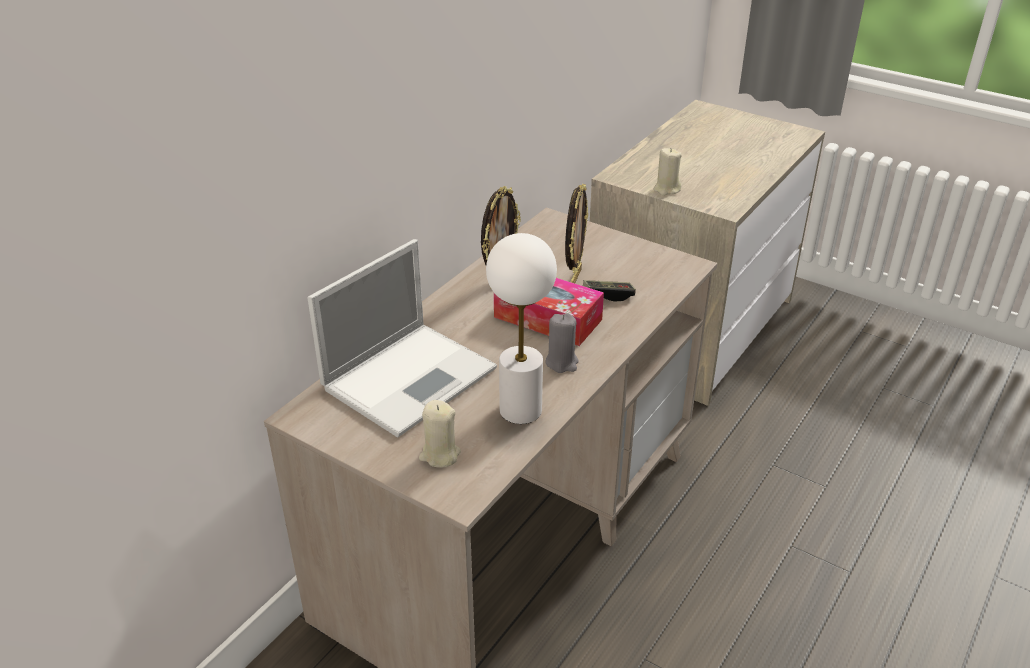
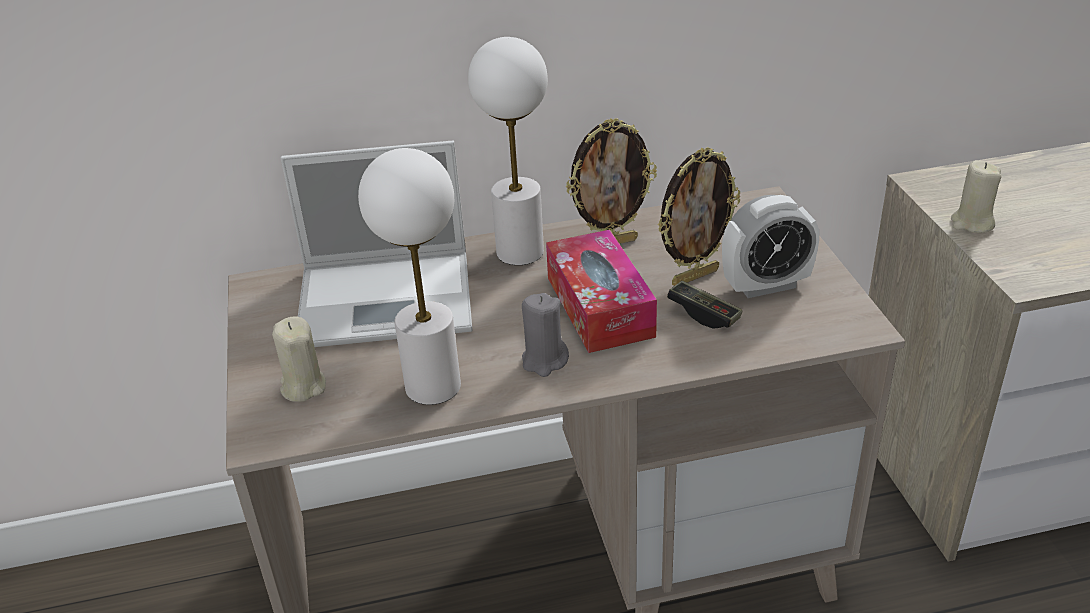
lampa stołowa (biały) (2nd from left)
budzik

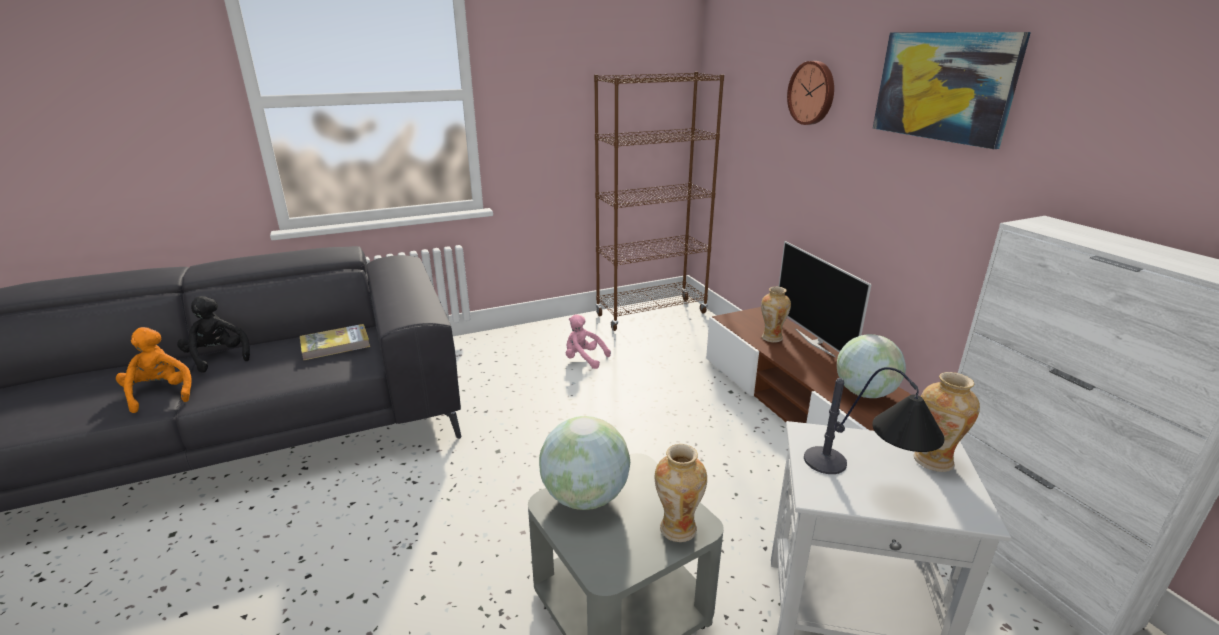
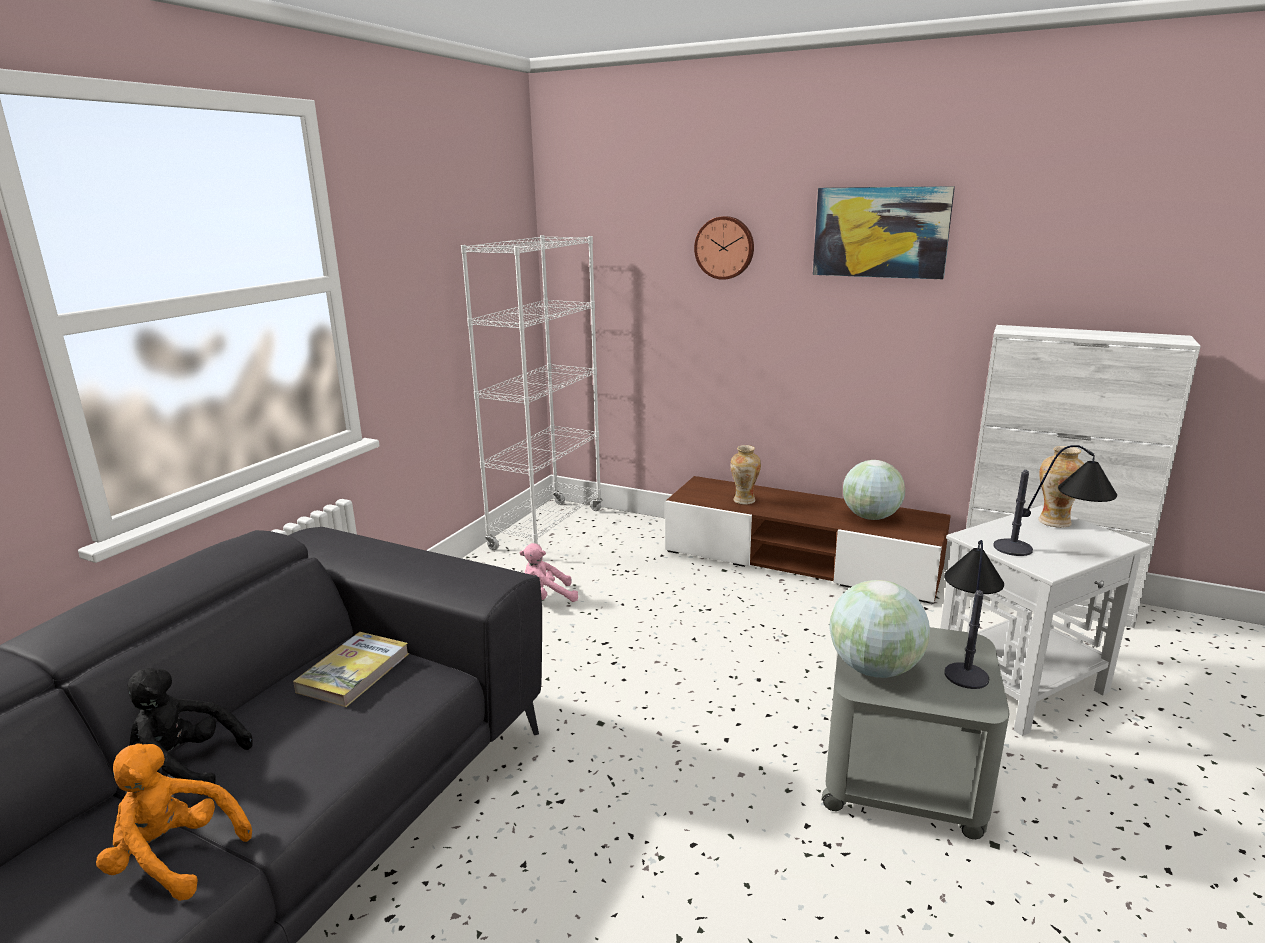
regał (biały)
lampa stołowa (1st from left)
telewizor

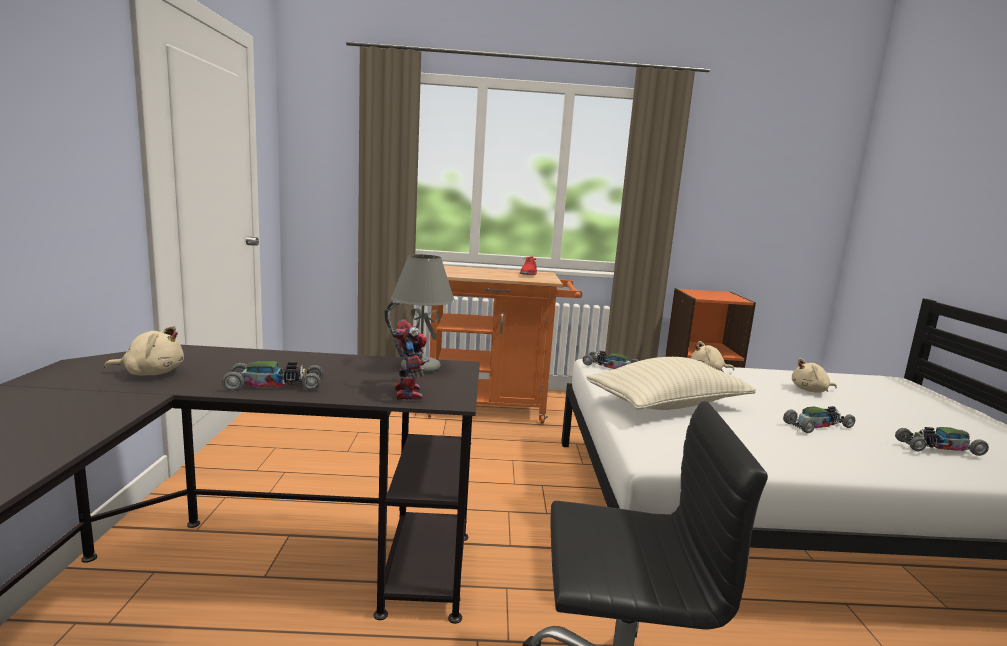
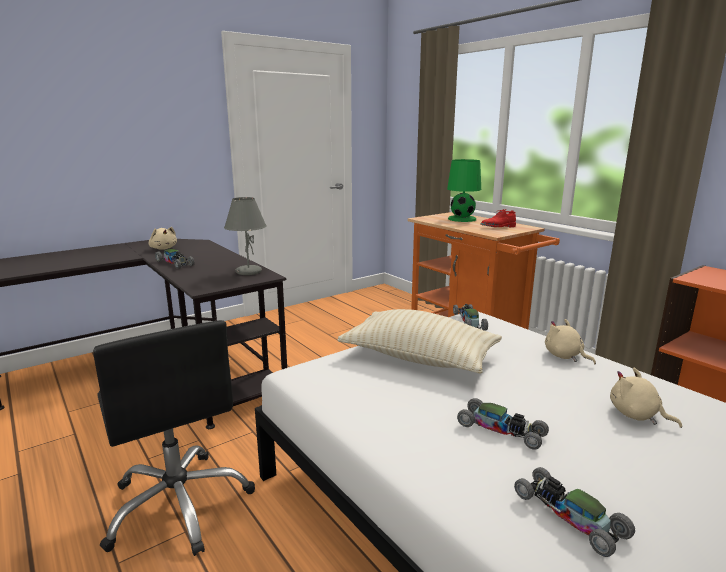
robot zabawkowy
lampa stołowa (zielony)

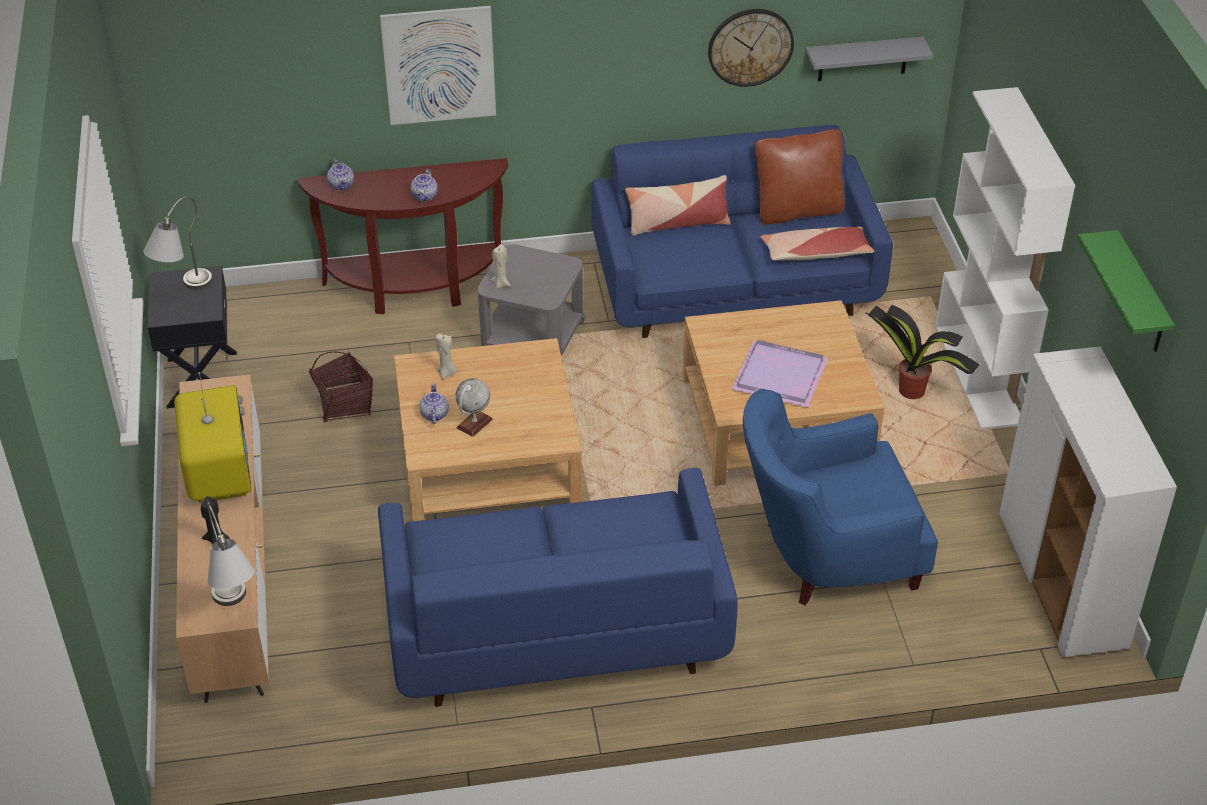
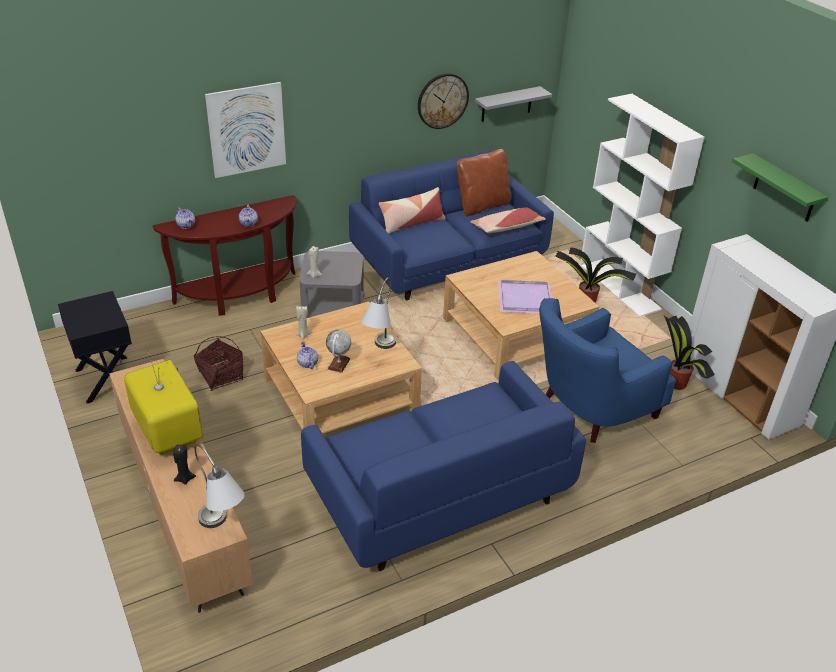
lampa stołowa (szary) (2nd from left)
roślina doniczkowa (2nd from left)

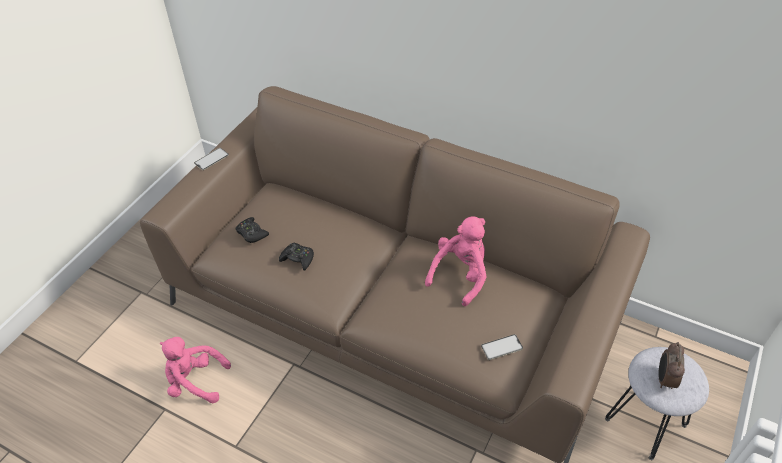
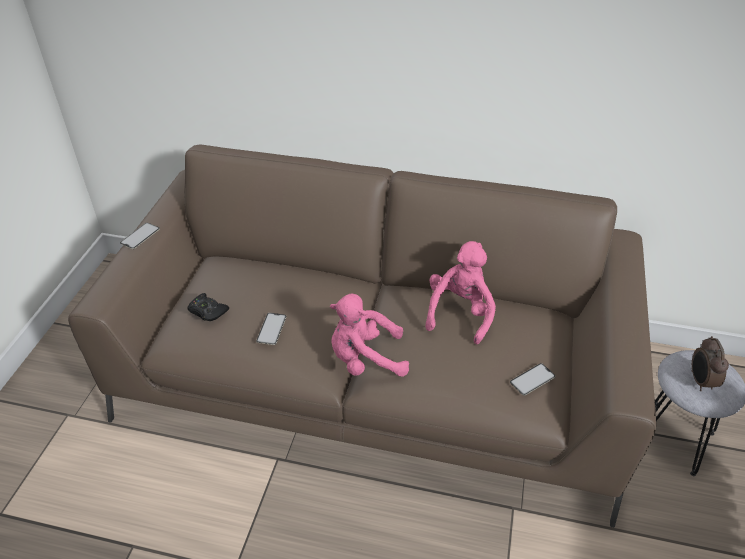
pluszak (różowy) (1st from left)
telefon (2nd from left)

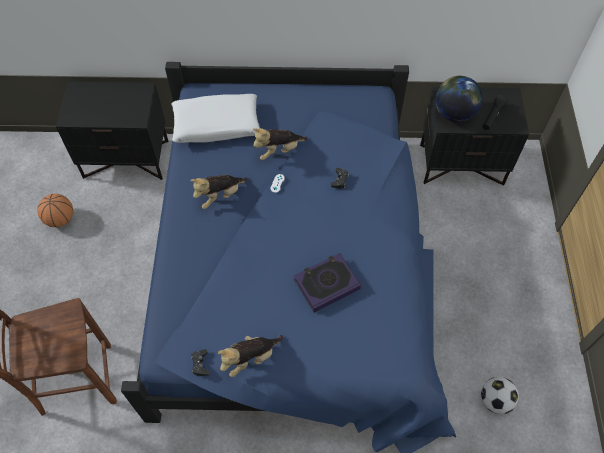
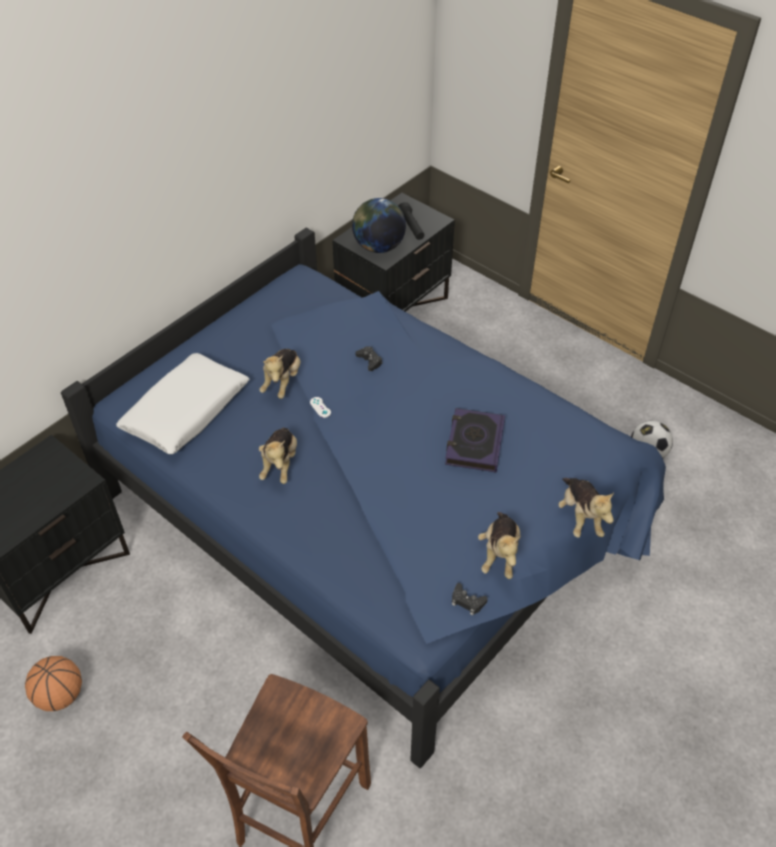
pluszak (4th from left)

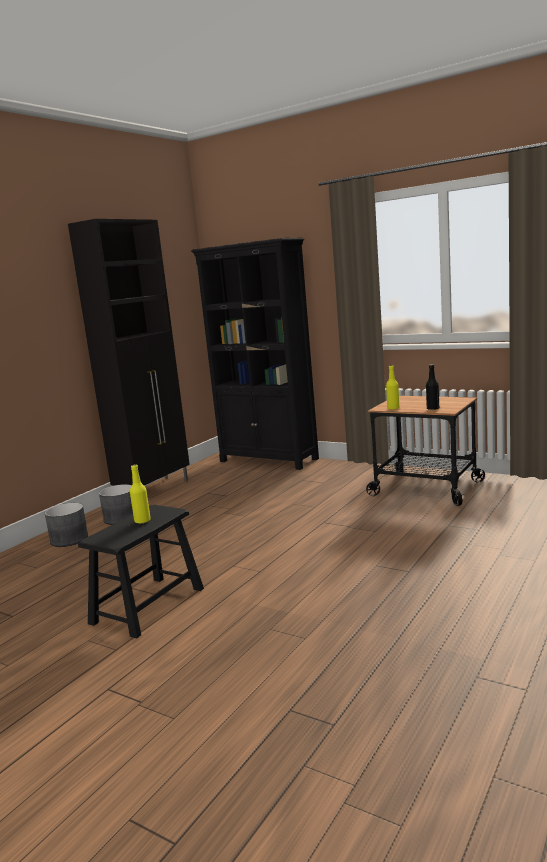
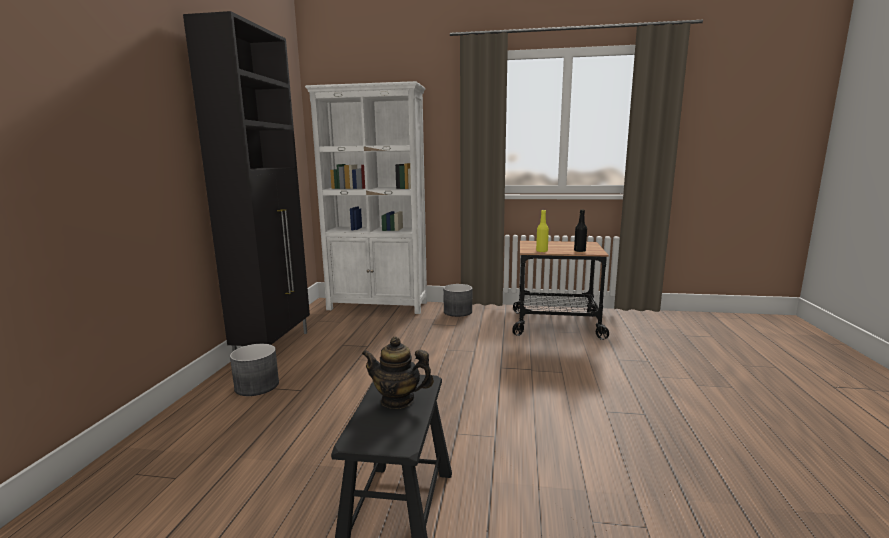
donica (szary) (2nd from left)
imbryk
regał (biały)

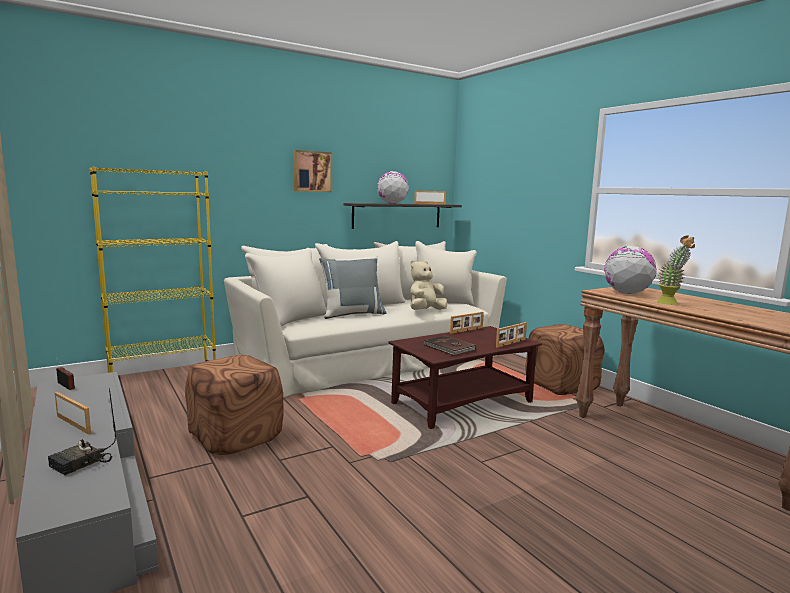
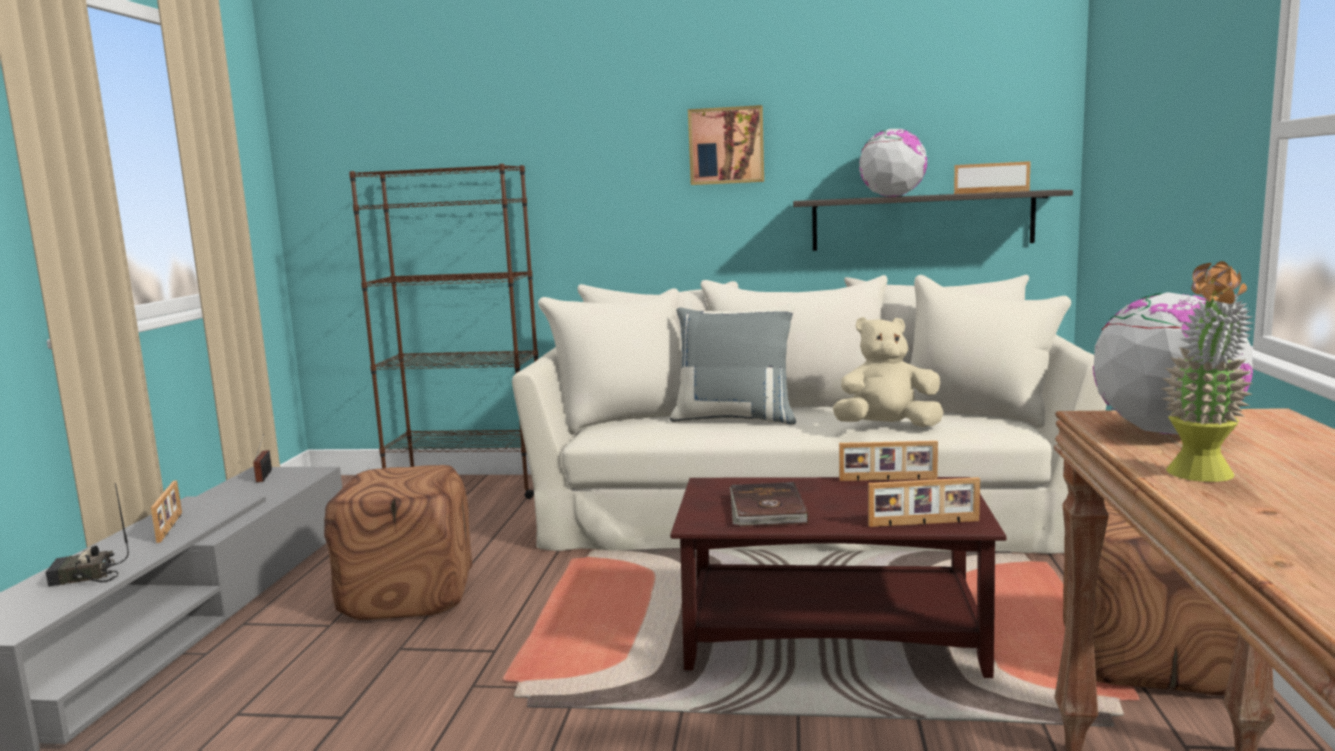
regał (brązowy)

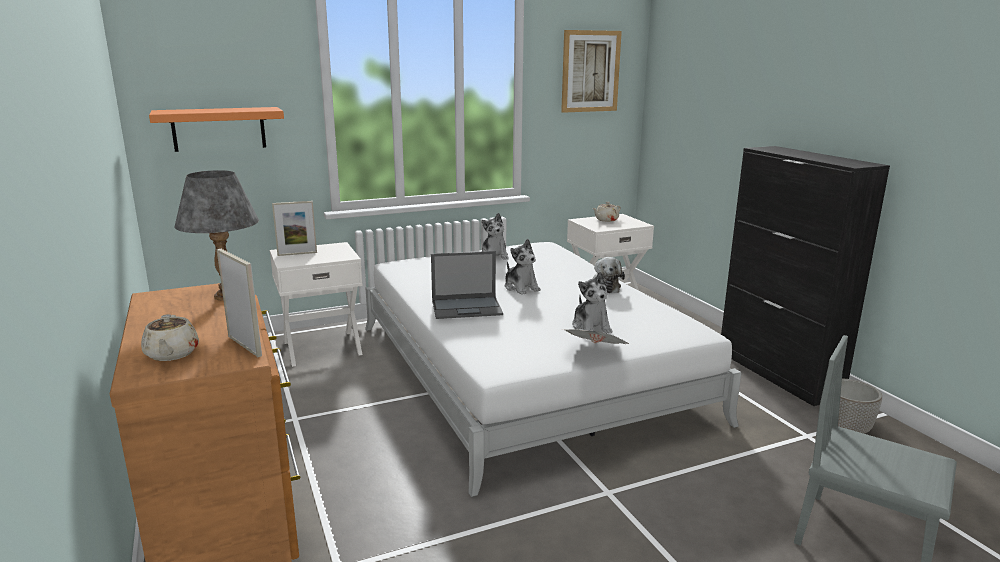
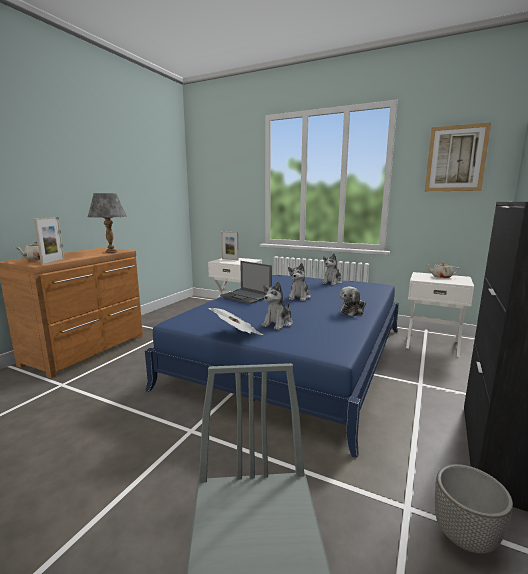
półka (pomarańczowy)
łóżko (niebieski)

